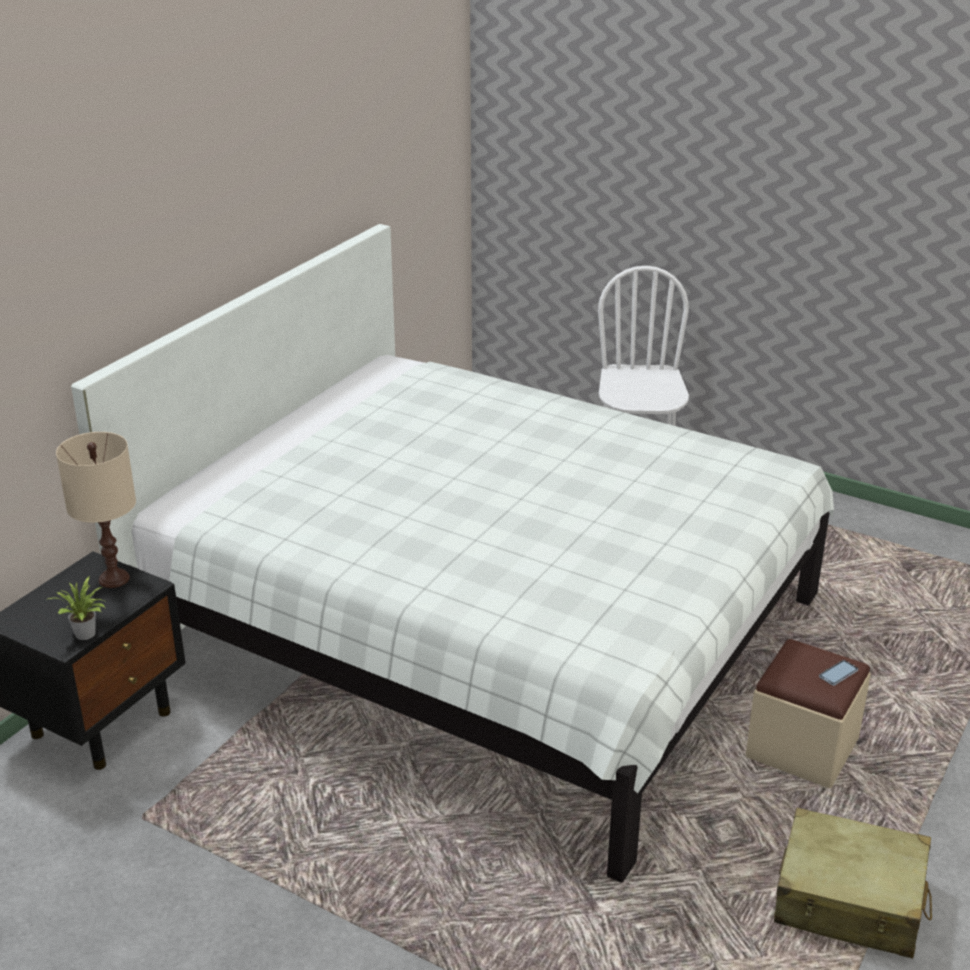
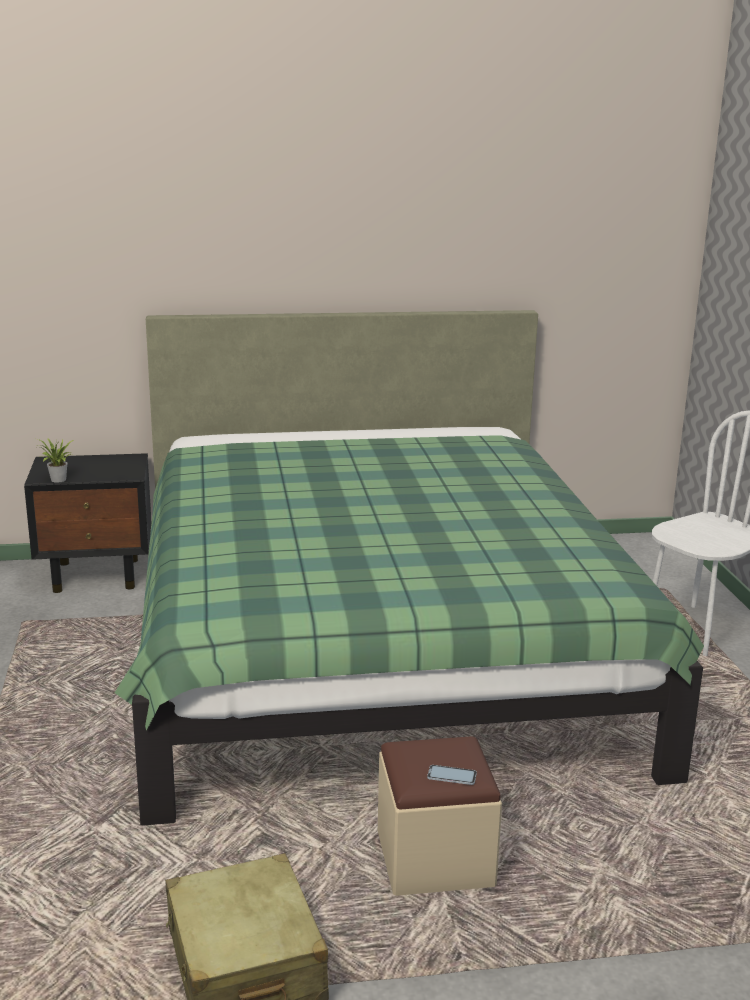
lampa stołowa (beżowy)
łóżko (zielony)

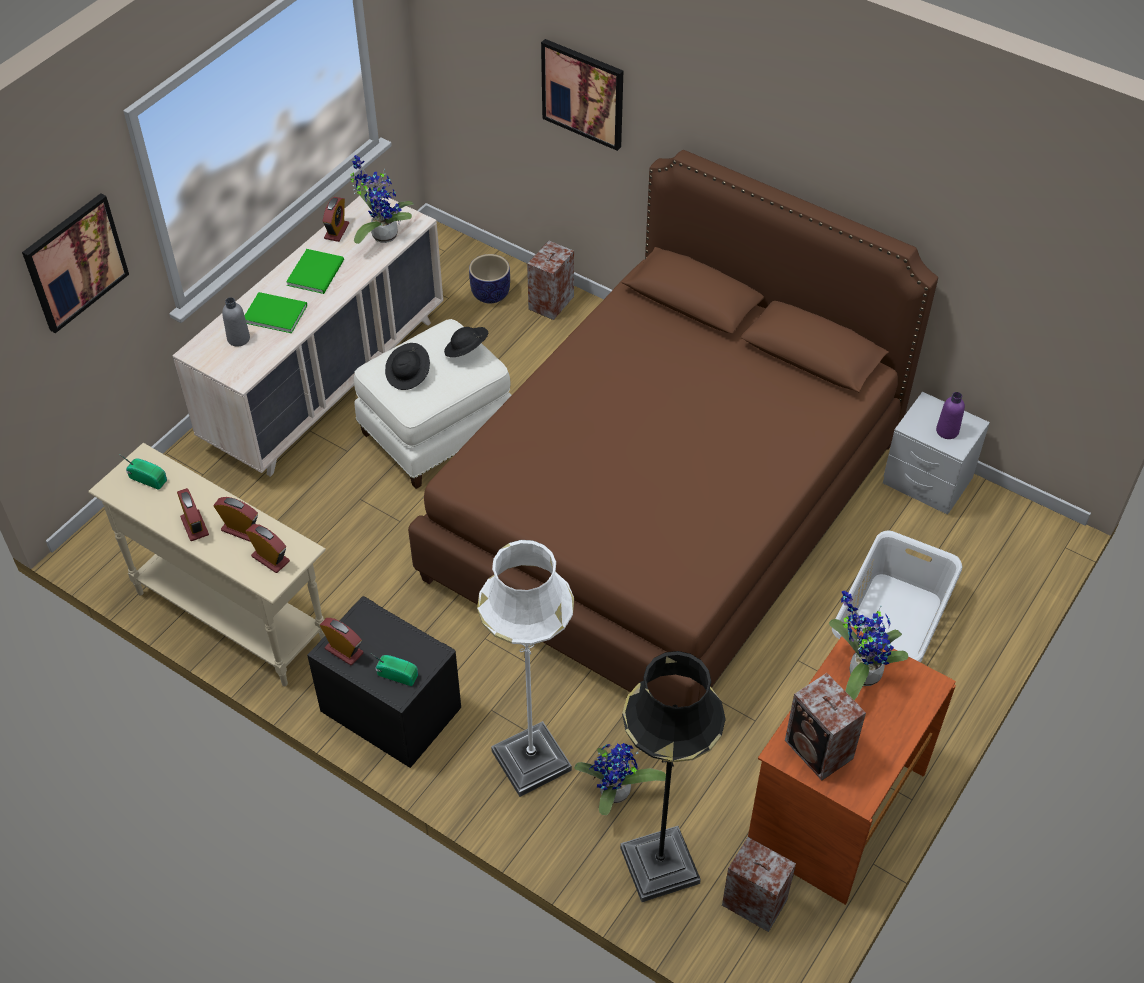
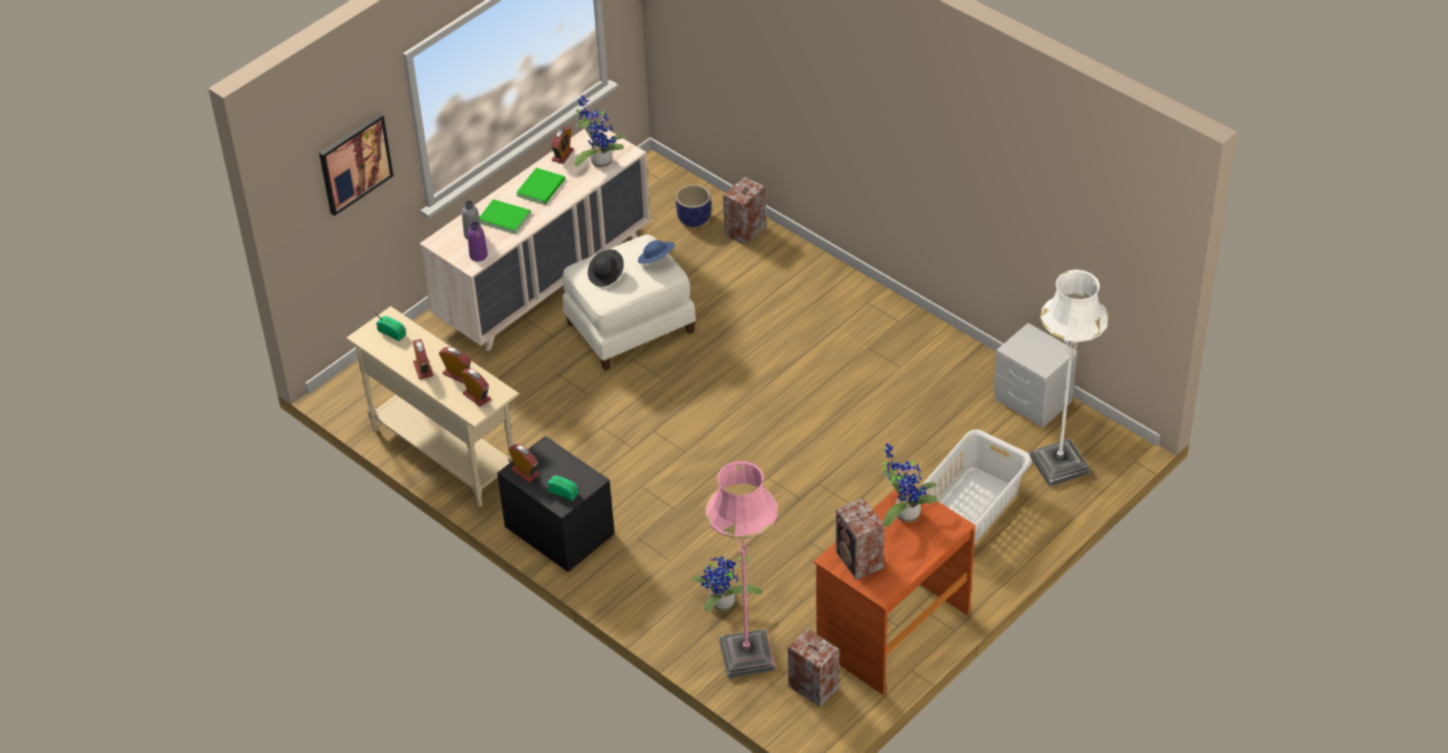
łóżko (brązowy)
kapelusz (niebieski)
lampa stojąca (biały)
obraz (2nd from left in the first image)
lampa stojąca (różowy)
butelka (fioletowy)

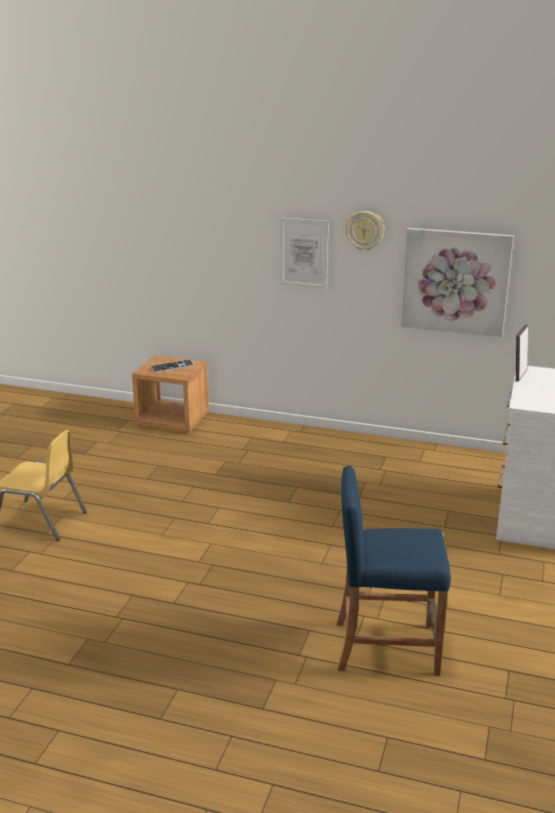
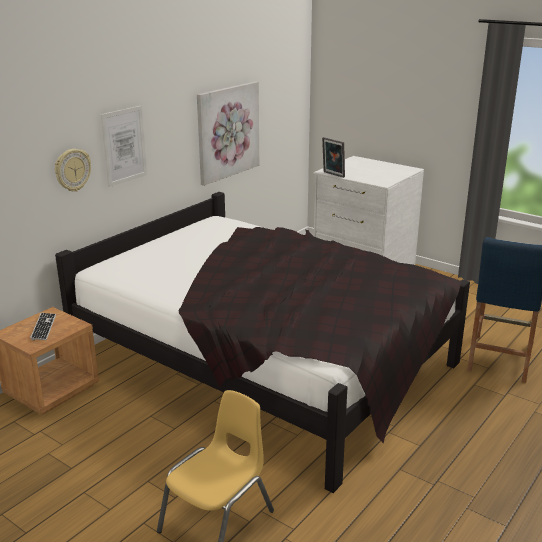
zegar ścienny
łóżko (czarny)

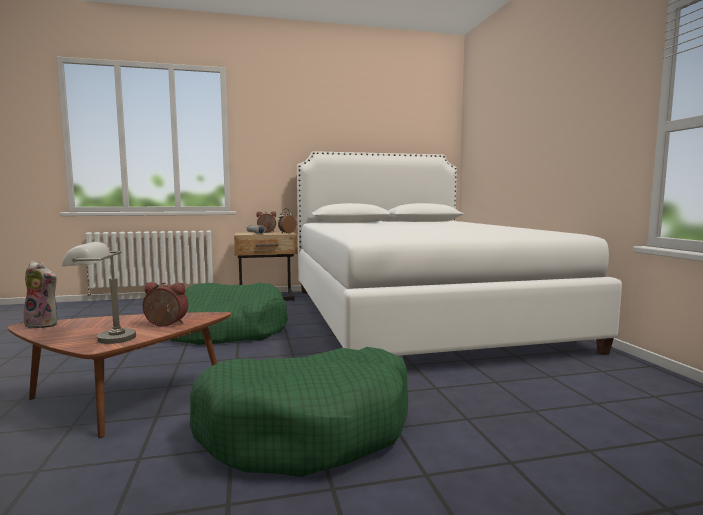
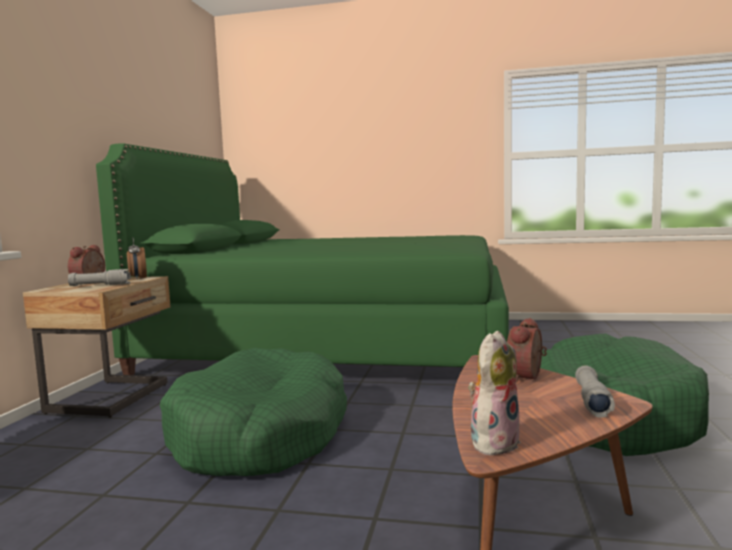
latarka (szary) (2nd from left)
łóżko (zielony)

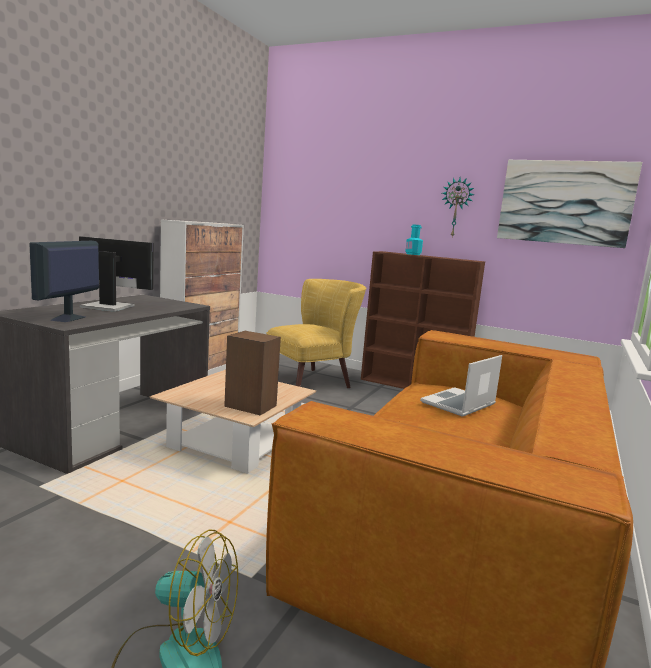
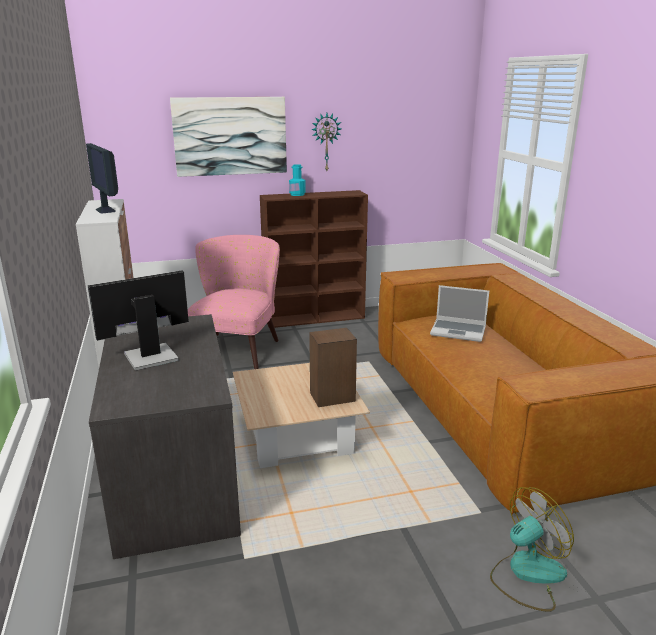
monitor (1st from left)
fotel (różowy)
laptop
obraz

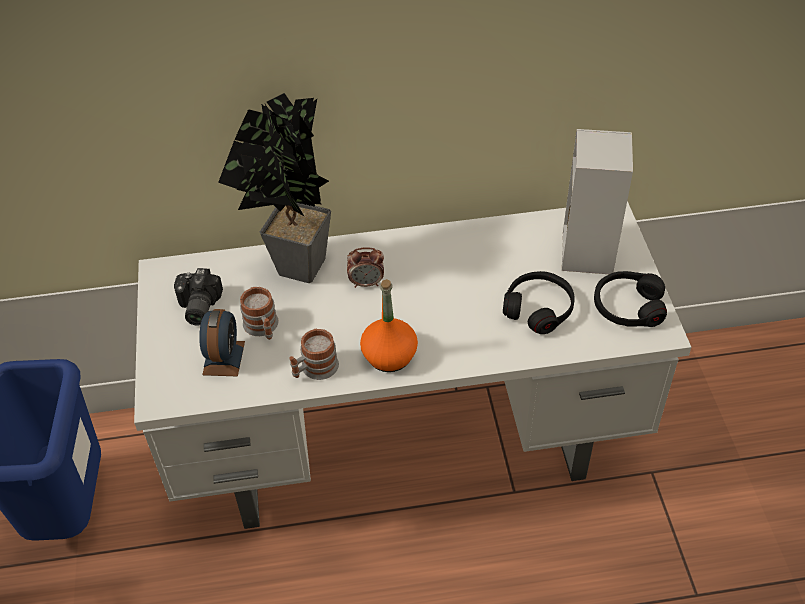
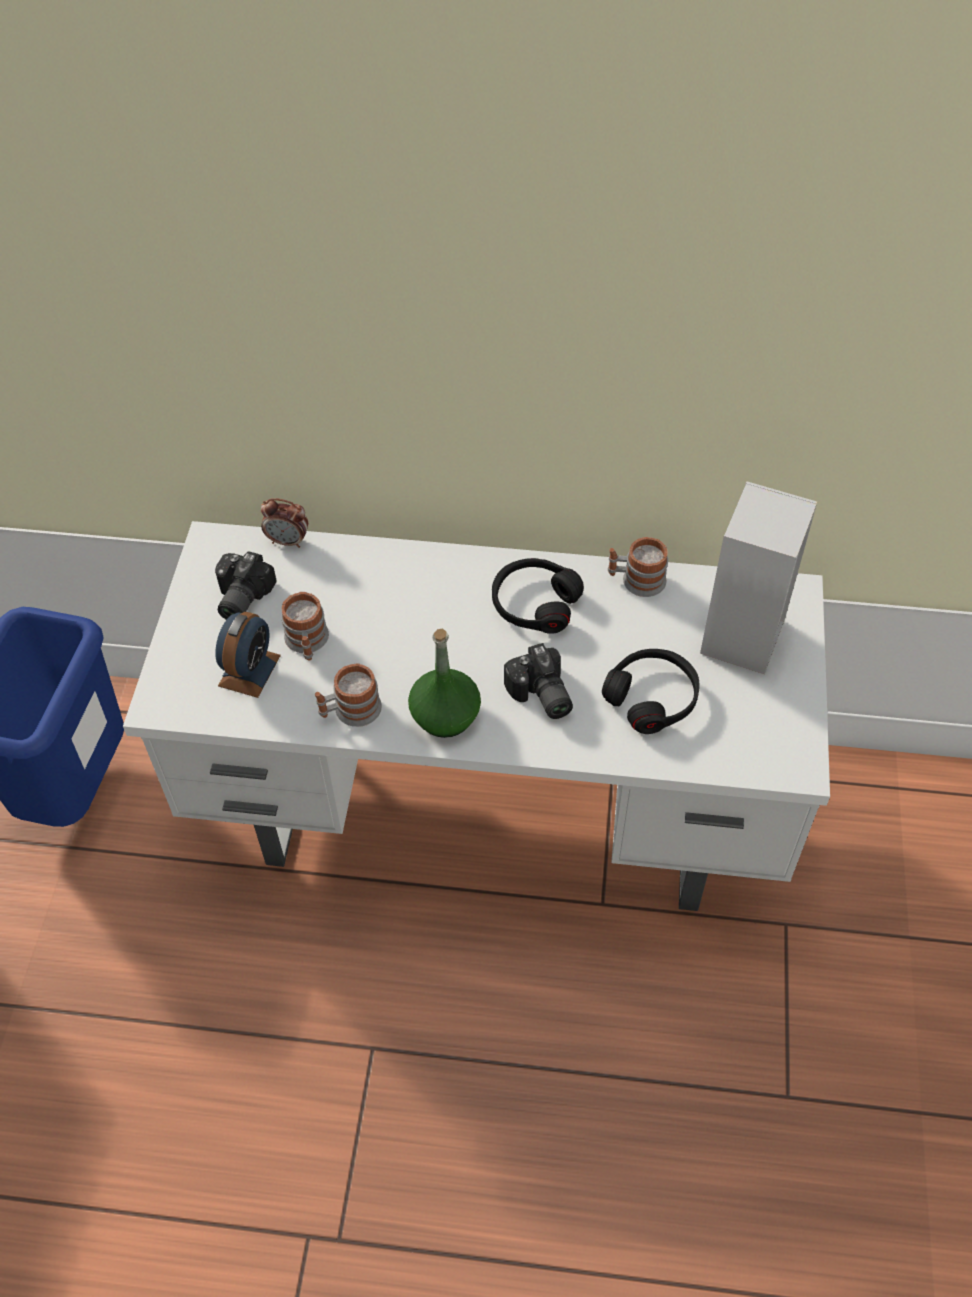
roślina doniczkowa
budzik (2nd from left)
butelka (zielony)
słuchawki (czarny) (1st from left)
aparat fotograficzny (2nd from left)
kubek (3rd from left)

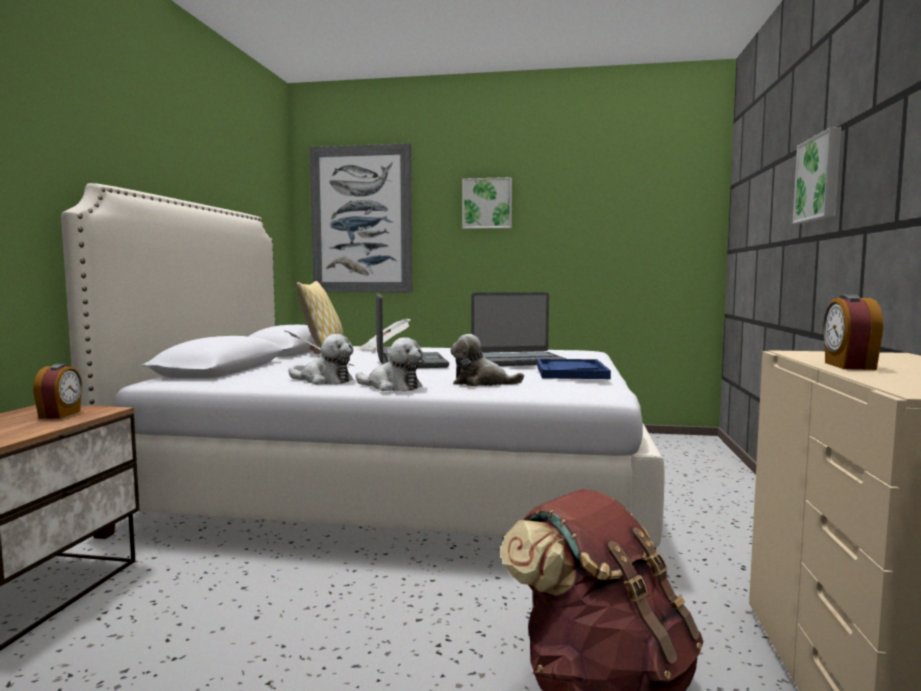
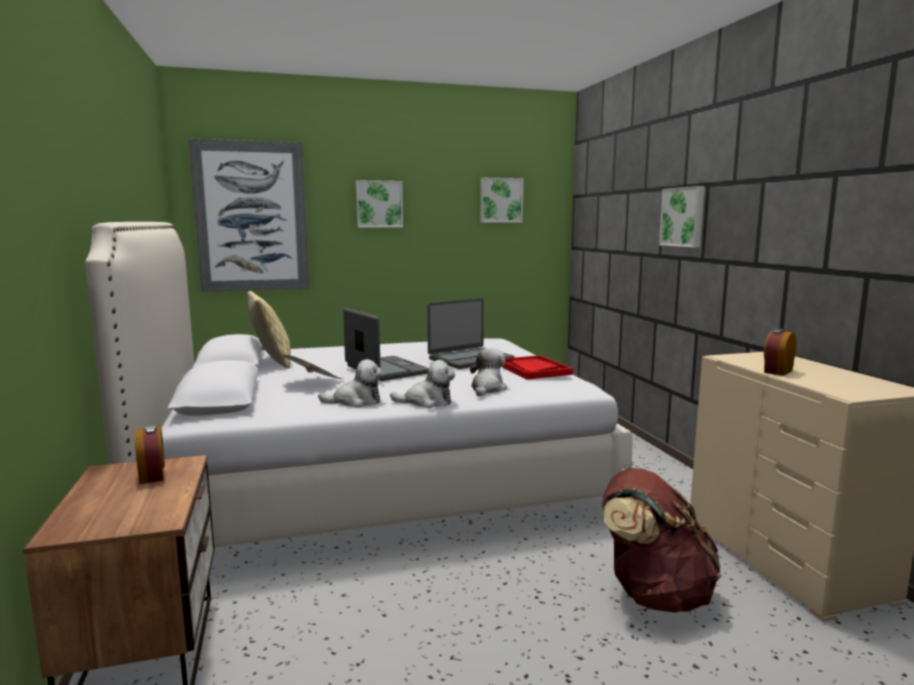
gazeta (2nd from left in the first image)
pluszak (3rd from left)
taca (czerwony)
budzik (2nd from left)
obraz (3rd from left)

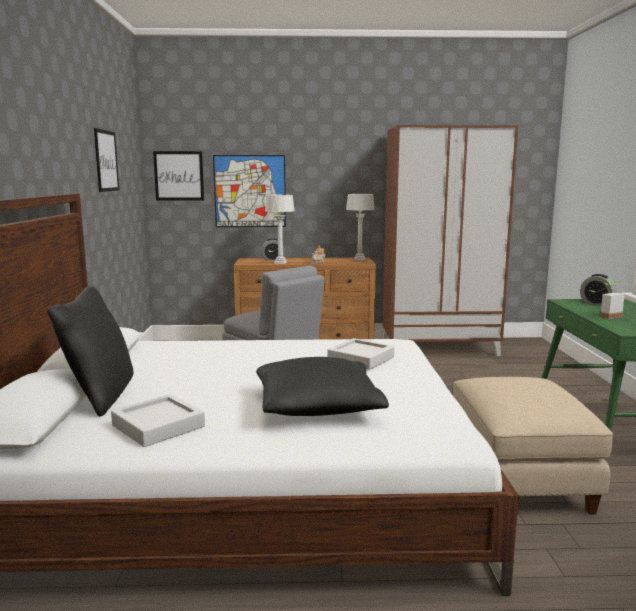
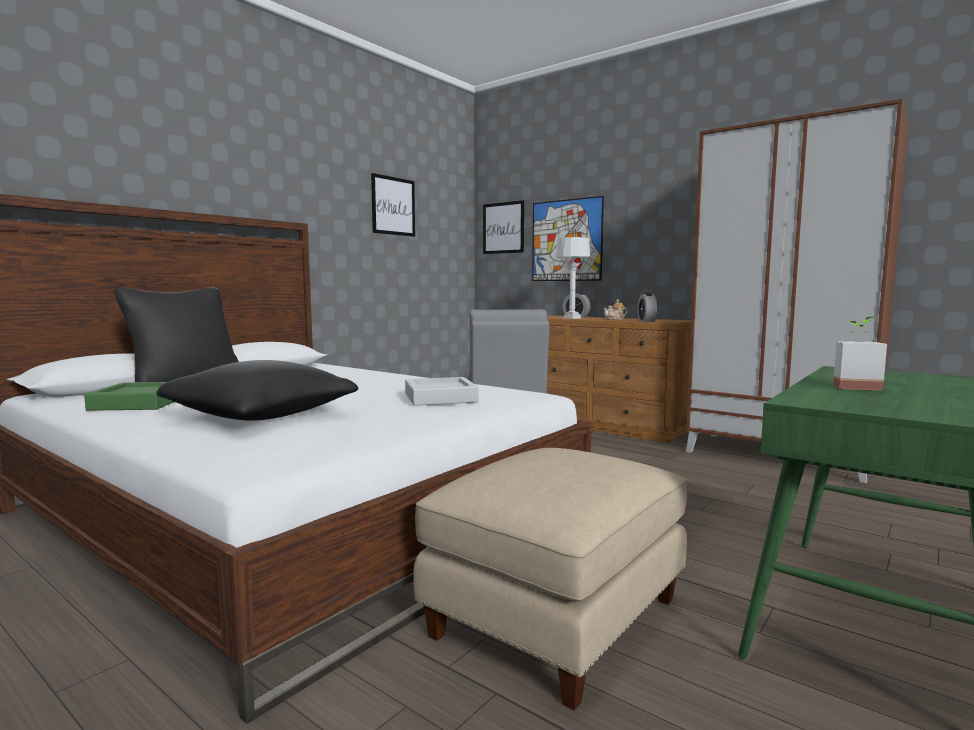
taca (zielony)
lampa stołowa (szary) (2nd from left in the first image)
budzik (2nd from left)

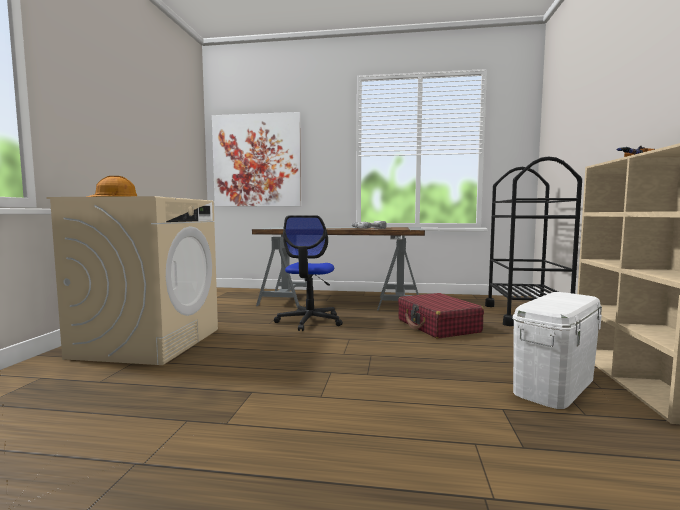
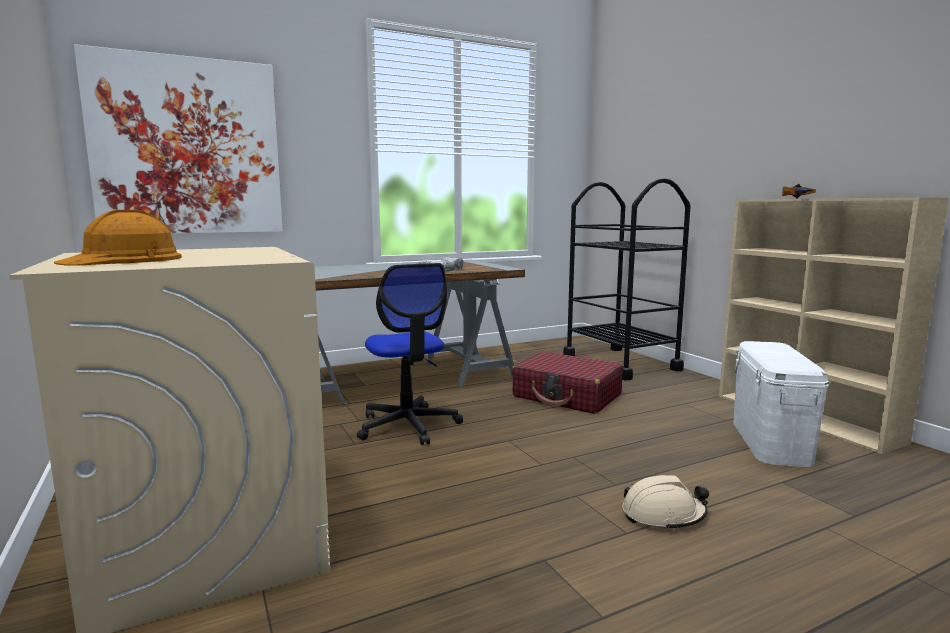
kask (beżowy)

